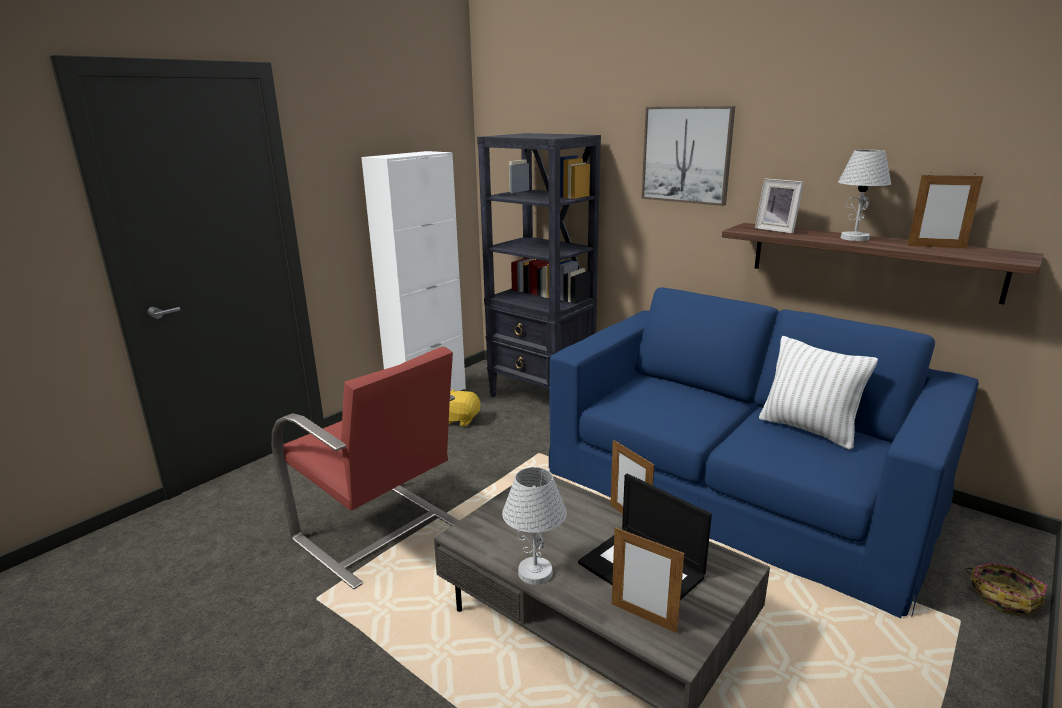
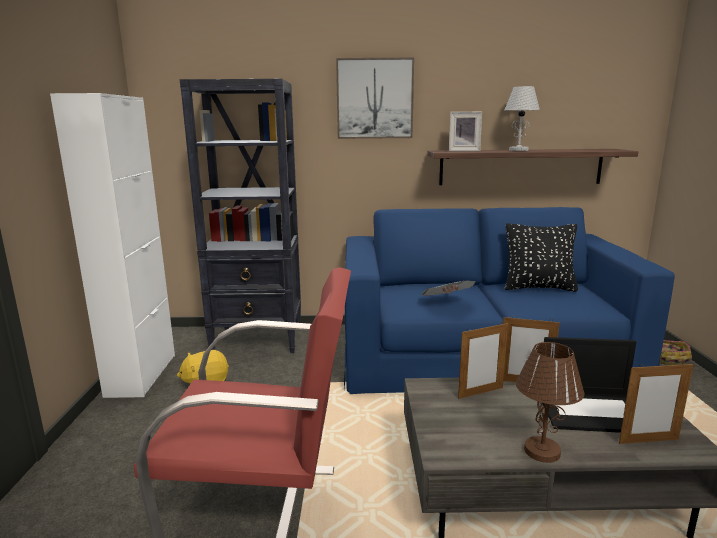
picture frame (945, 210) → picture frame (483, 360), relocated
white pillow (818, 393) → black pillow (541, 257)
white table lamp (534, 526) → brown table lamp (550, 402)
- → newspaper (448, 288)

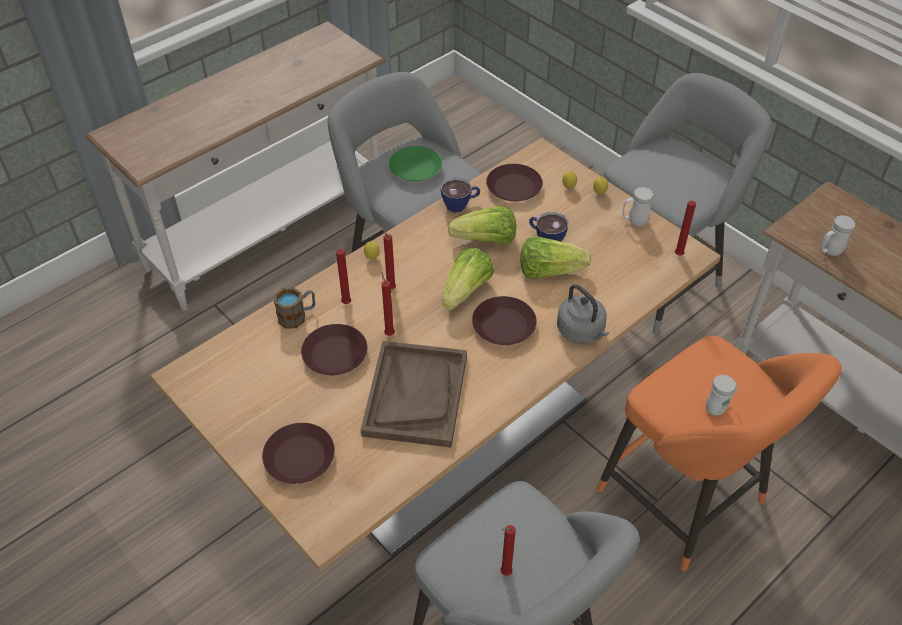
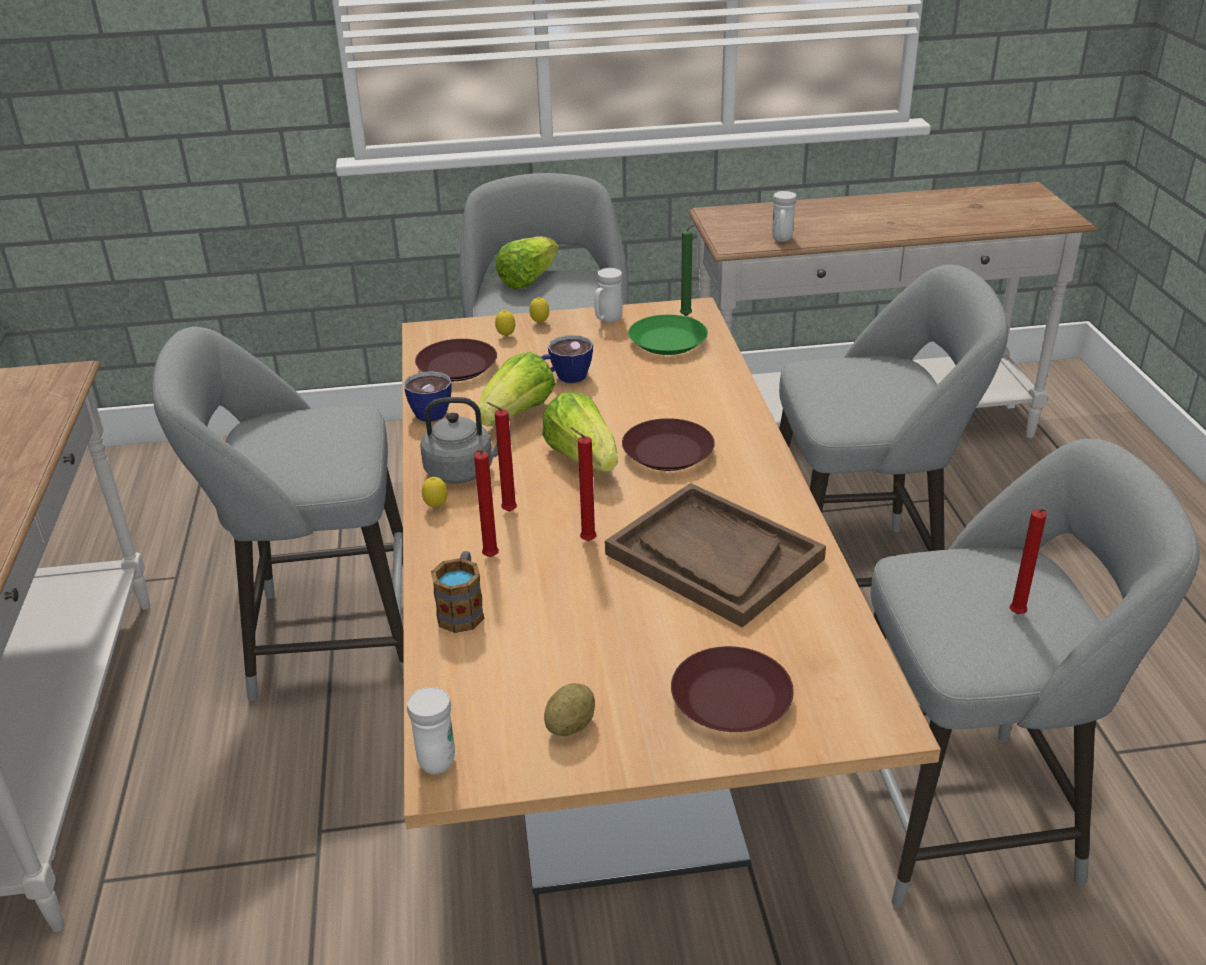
green plate (415, 163) → green plate (668, 335), relocated
red candle (685, 228) → green candle (687, 270)
lettuce (556, 257) → lettuce (527, 262), relocated
grey kettle (583, 314) → grey kettle (465, 440), relocated
brown plate (334, 349) → -
orange stool (719, 453) → grey stool (893, 426)
white mug (721, 395) → white mug (431, 730), relocated
- → potato (569, 709)

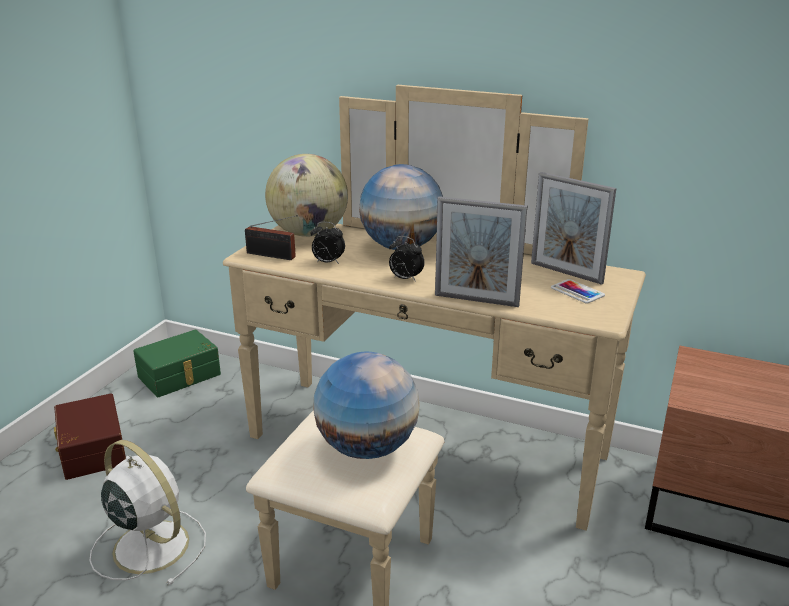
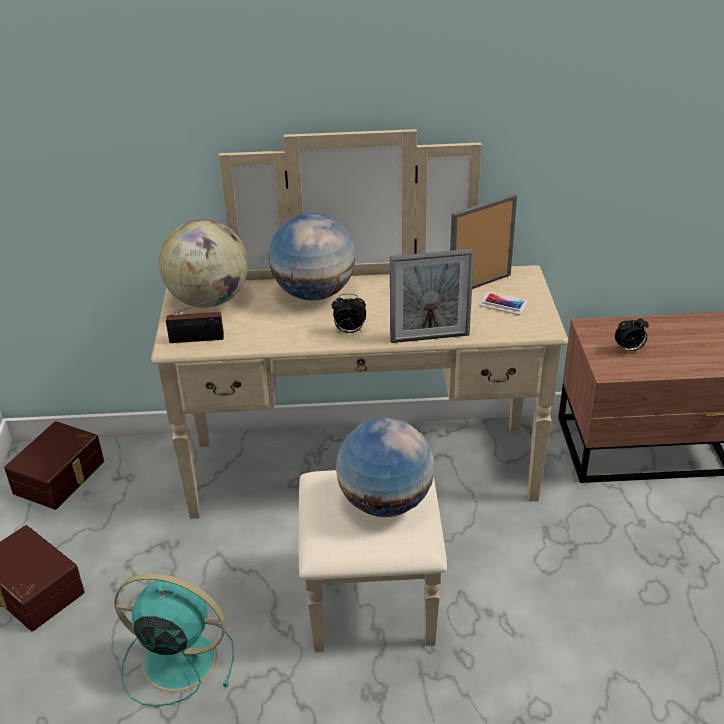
picture frame (573, 228) → picture frame (483, 241), 135 degrees clockwise
alarm clock (327, 242) → alarm clock (632, 334), relocated
green storage box (177, 363) → brown storage box (54, 465)
white fan (147, 512) → turquoise fan (174, 639)

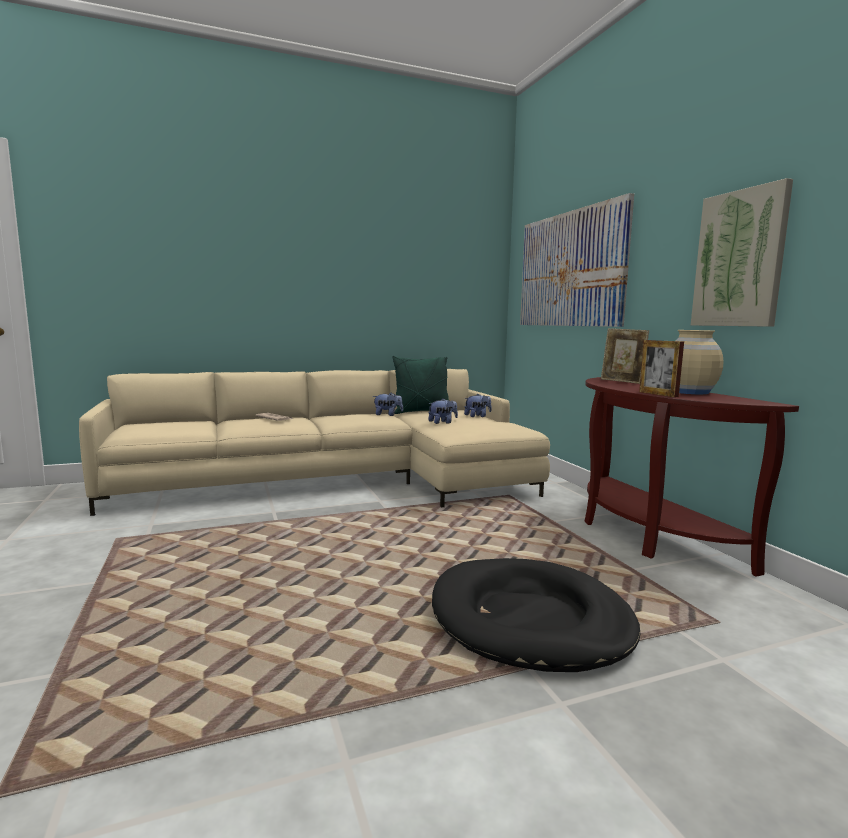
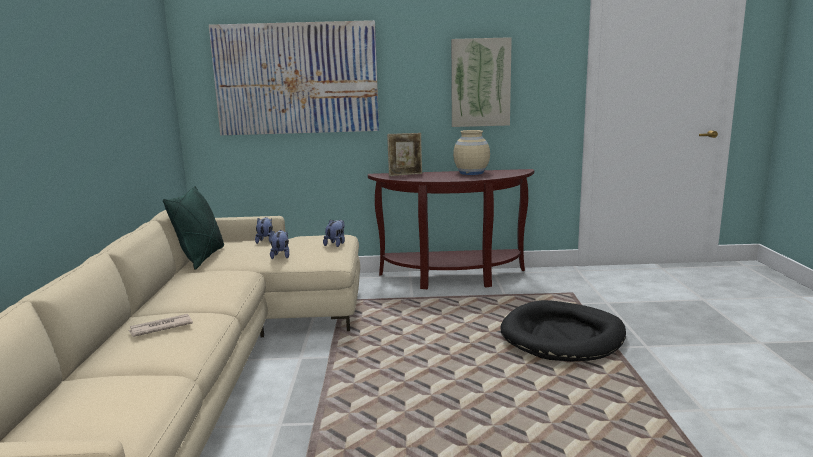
picture frame (661, 368) → -
plush toy (388, 404) → plush toy (334, 233), relocated

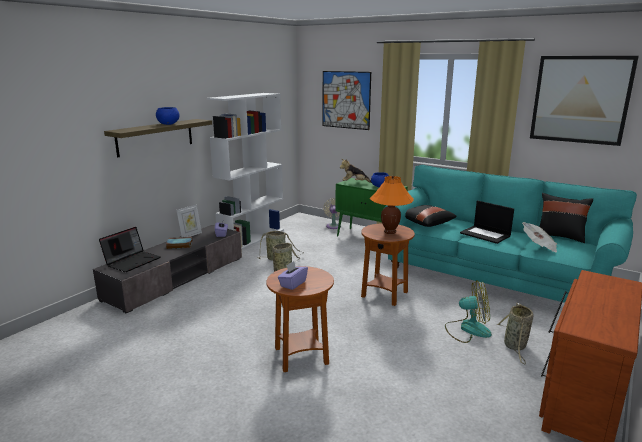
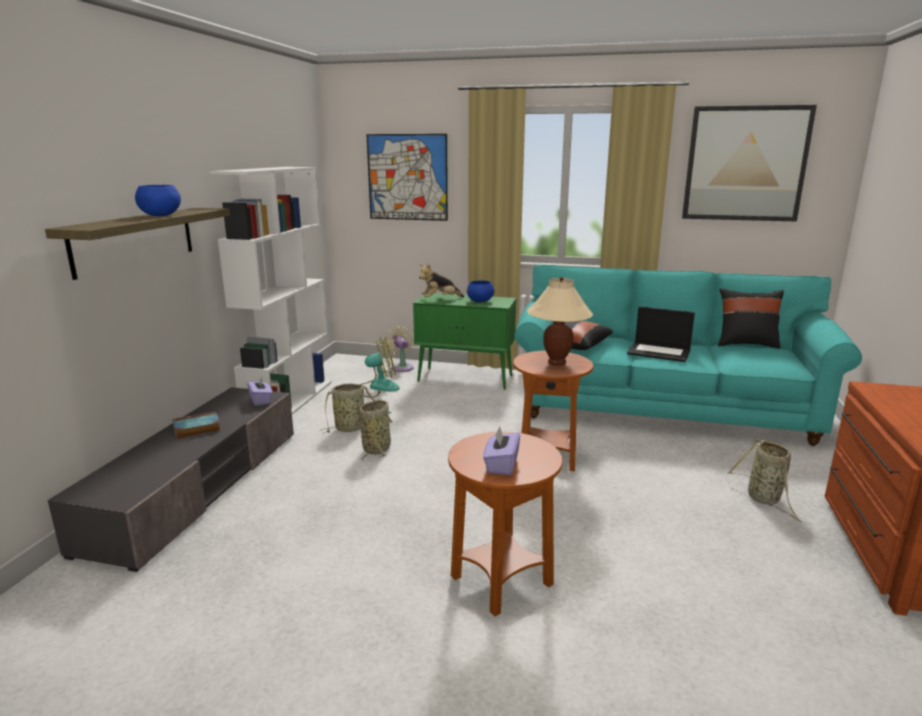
orange table lamp (392, 205) → beige table lamp (560, 321)
picture frame (189, 220) → -
newspaper (540, 237) → -
laptop (130, 249) → -
fan (468, 311) → fan (380, 367), relocated

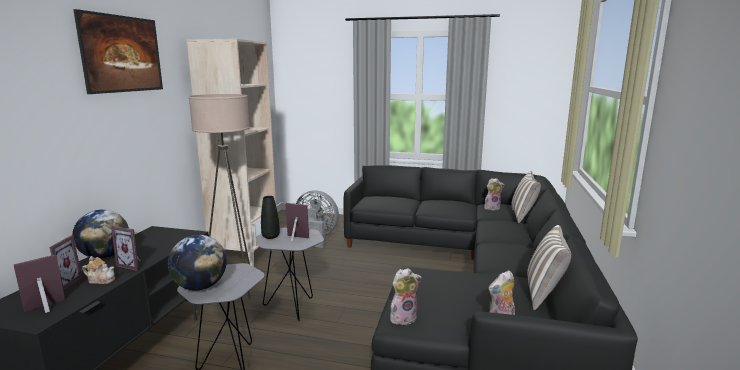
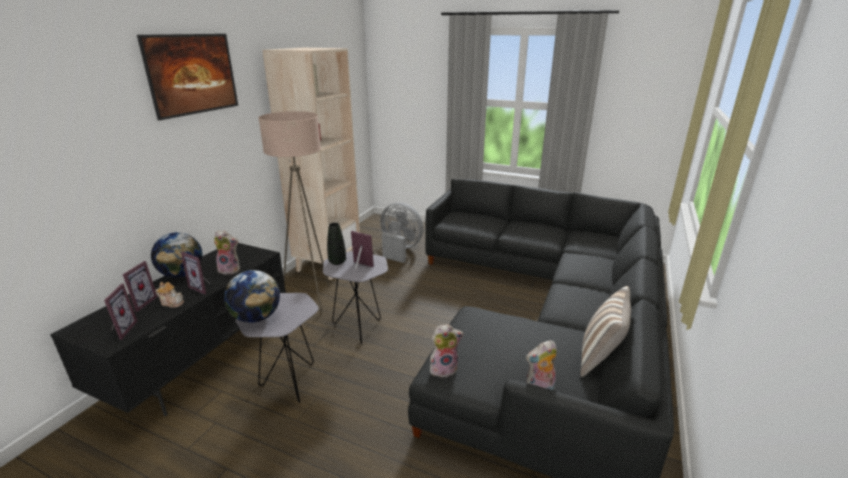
pillow (526, 197) → -
plush toy (494, 194) → plush toy (227, 252), relocated
picture frame (39, 283) → picture frame (121, 312), 120 degrees clockwise

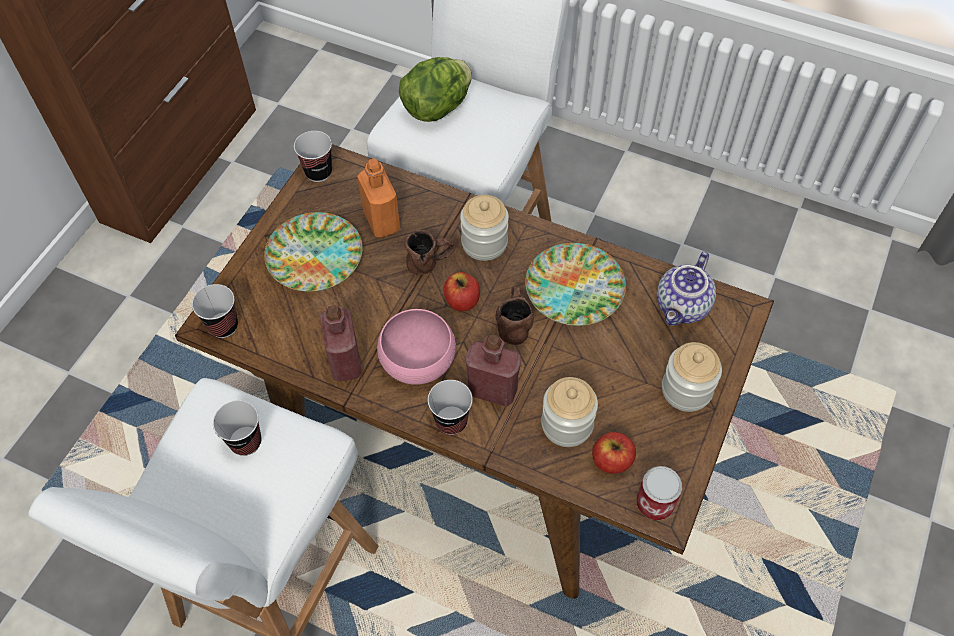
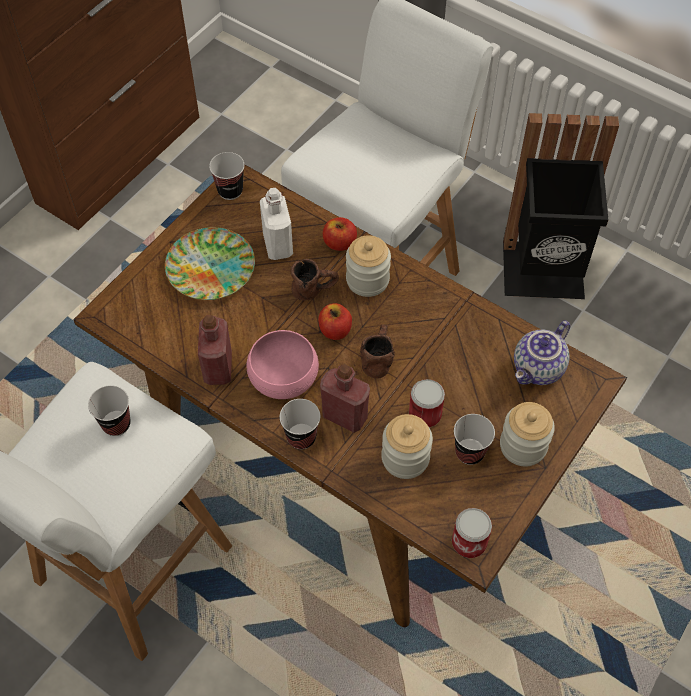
lettuce (435, 89) → -
orange bottle (378, 197) → white bottle (276, 224)
plate (575, 284) → -
cup (215, 311) → cup (474, 439), relocated
apple (614, 453) → apple (340, 234), relocated
- → black trash can (561, 206)
- → can (427, 403)

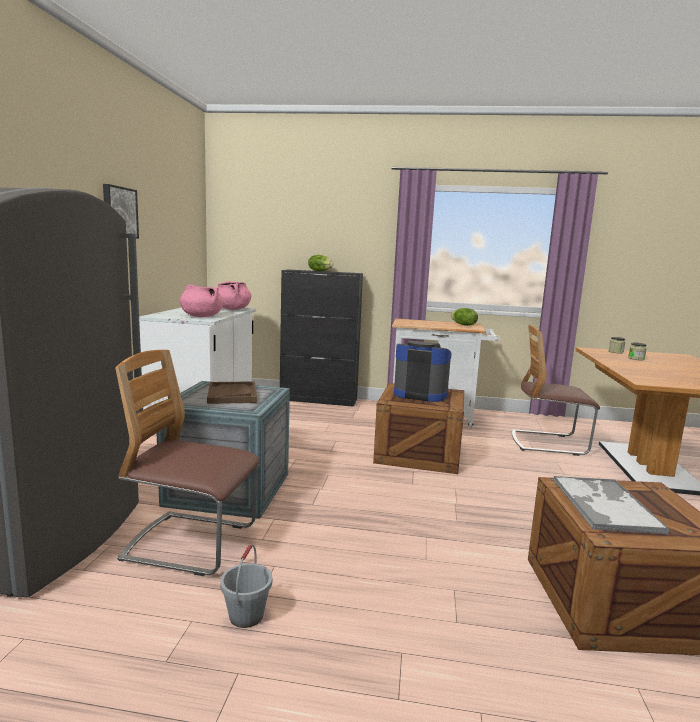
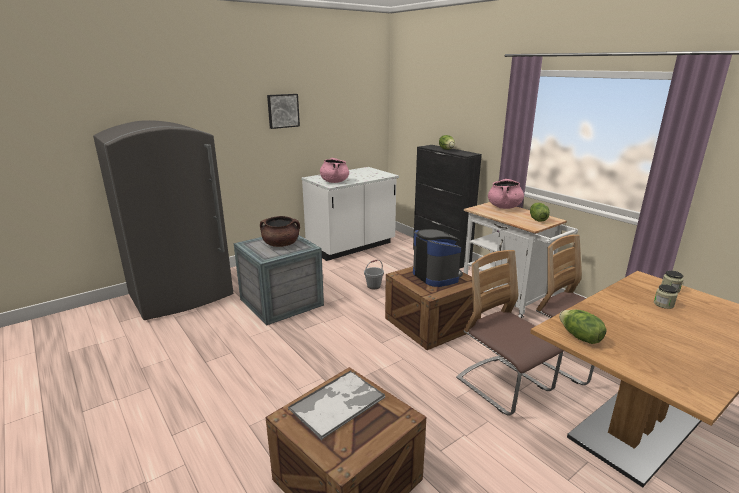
pink cooking pot (234, 295) → pink cooking pot (506, 194), relocated
chair (187, 463) → chair (510, 333), relocated
brown tray (232, 392) → brown cooking pot (280, 231)
grey bucket (246, 586) → grey bucket (374, 274), relocated
- → lettuce (583, 327)

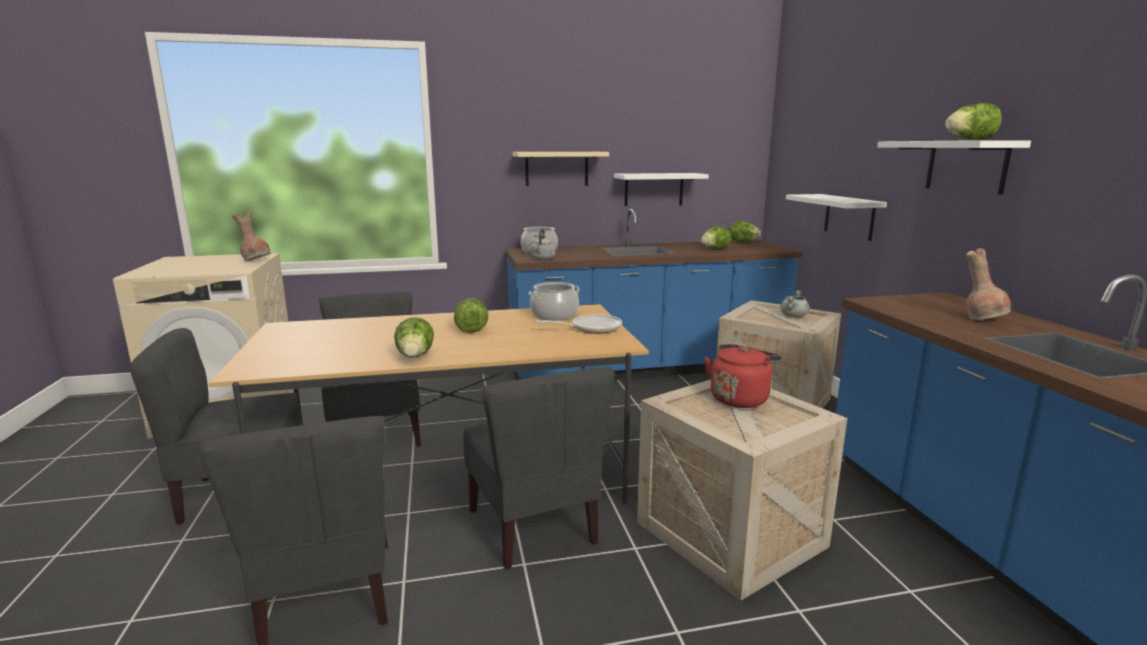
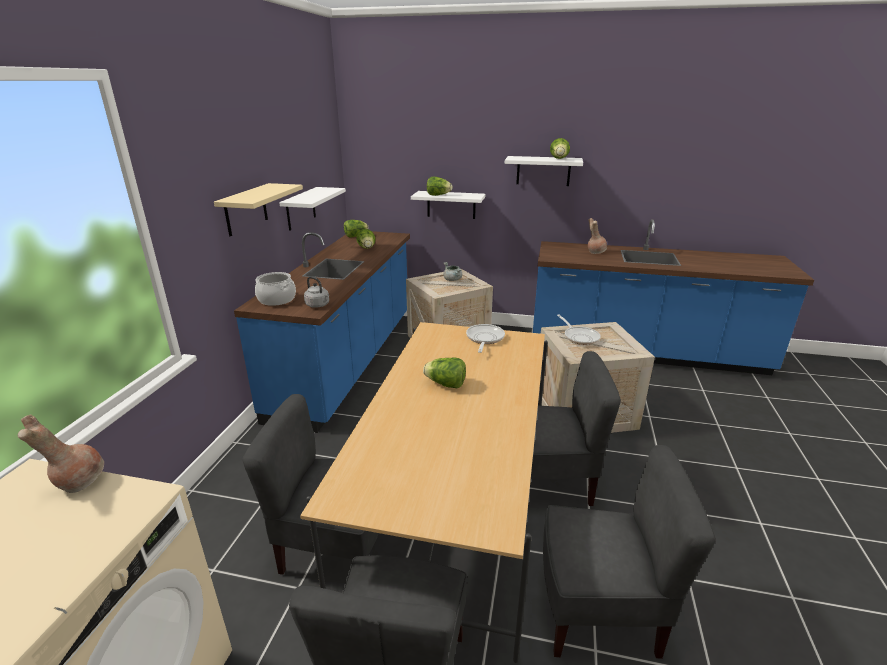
cooking pot (554, 301) → -
lettuce (414, 337) → lettuce (440, 186), relocated
red kettle (743, 376) → frying pan (579, 329)

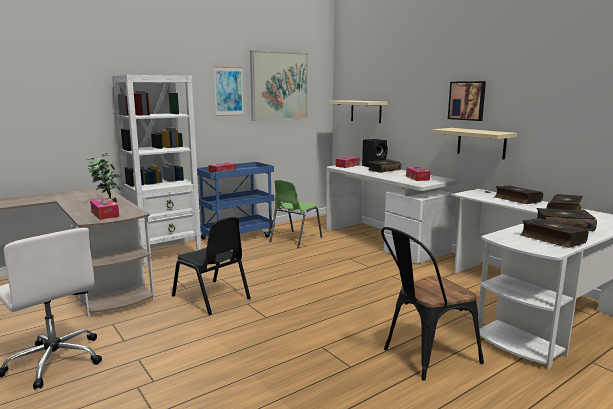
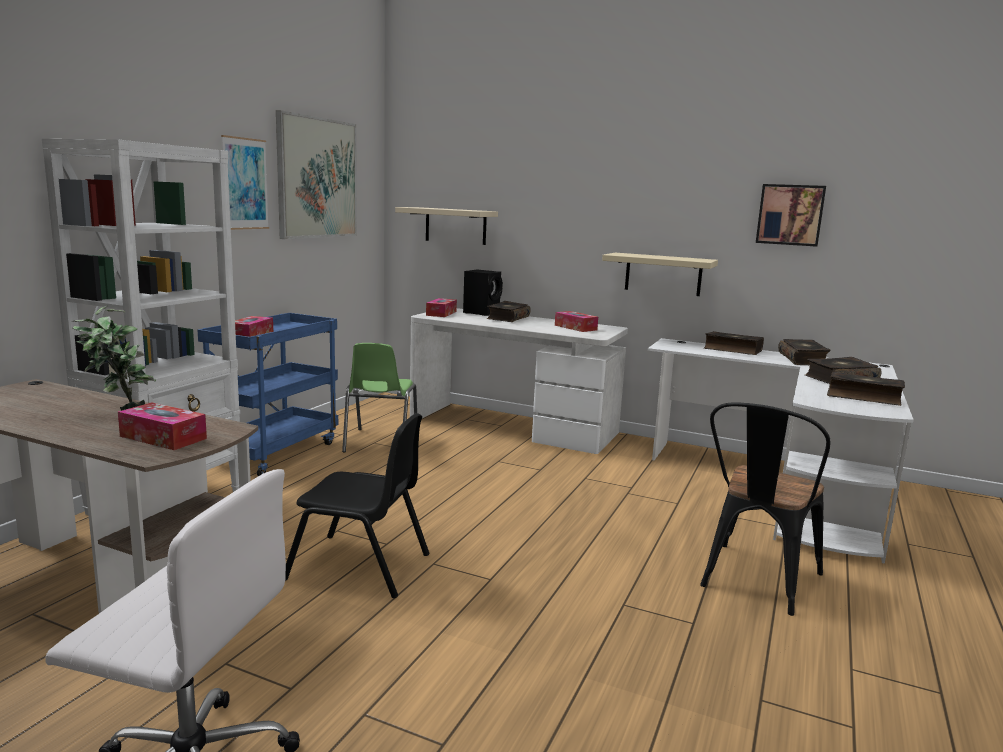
picture (467, 101) → picture (791, 215), relocated

